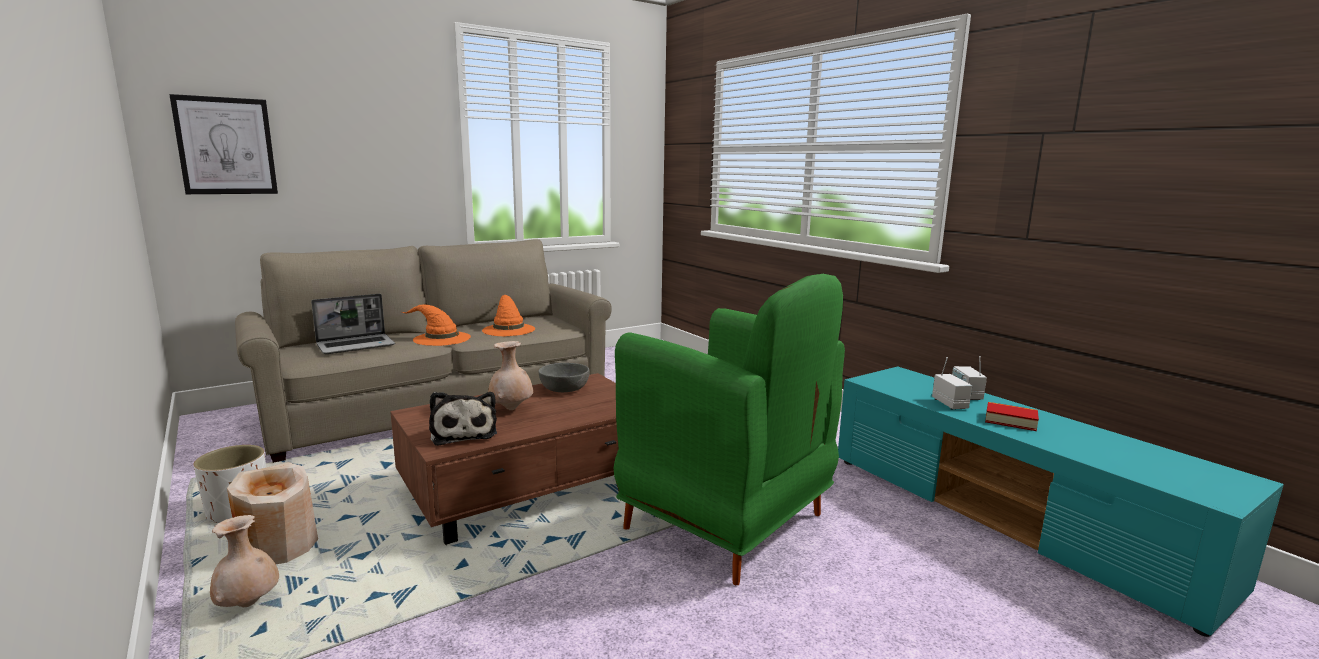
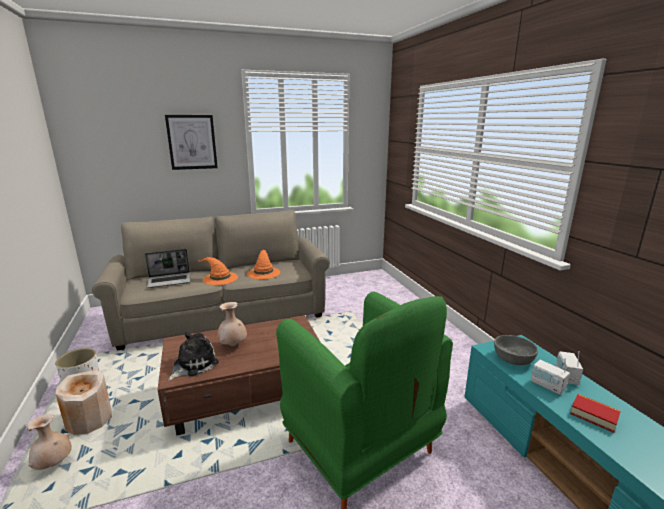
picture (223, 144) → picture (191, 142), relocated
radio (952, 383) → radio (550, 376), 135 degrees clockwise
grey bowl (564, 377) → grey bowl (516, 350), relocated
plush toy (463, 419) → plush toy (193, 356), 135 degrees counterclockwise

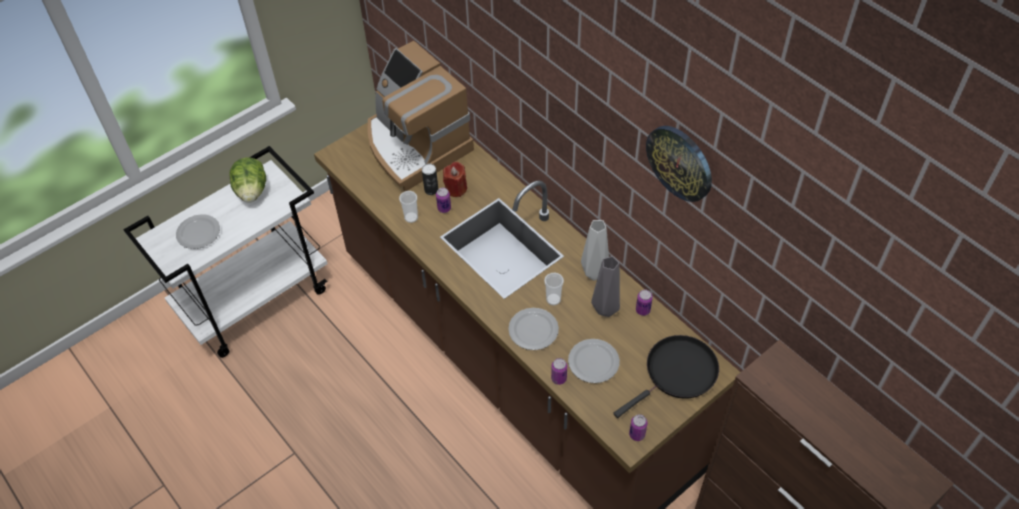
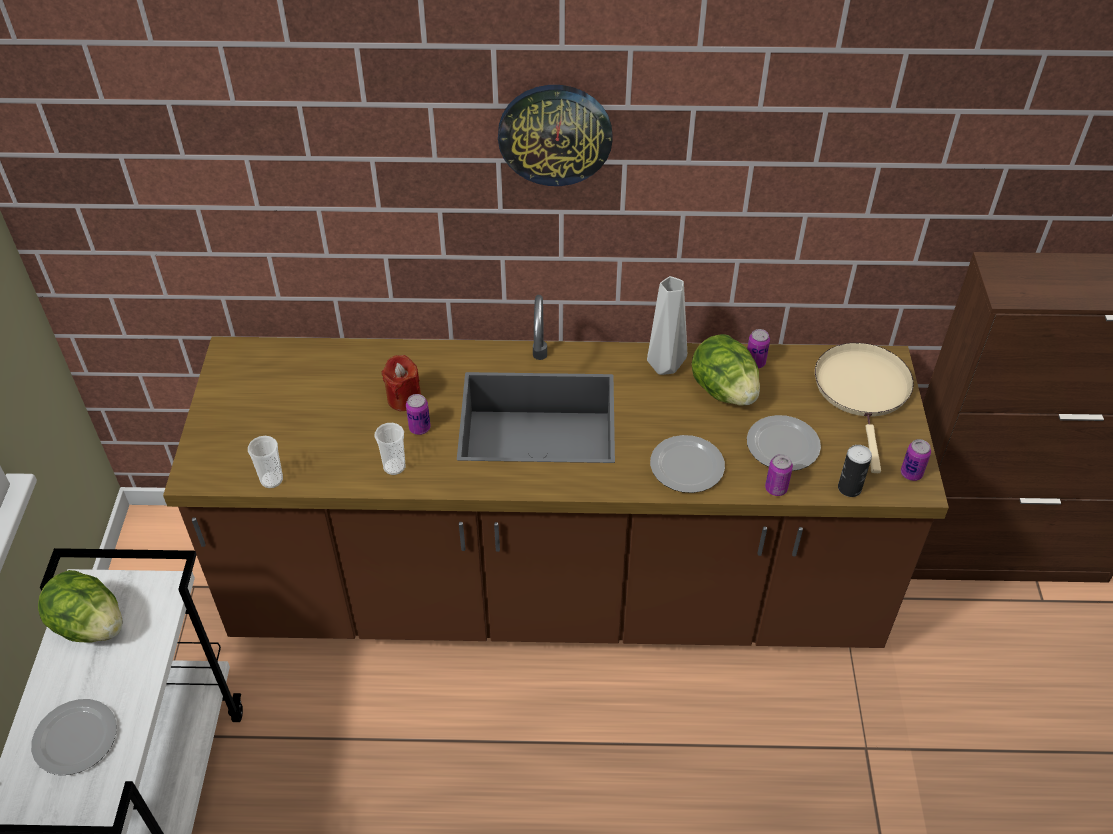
coffee machine (420, 116) → -
wall clock (679, 164) → wall clock (555, 135), relocated
can (430, 179) → can (855, 471), relocated
grey vase (605, 286) → lettuce (726, 370)
cup (554, 289) → cup (265, 462), relocated
black frying pan (666, 376) → beige frying pan (864, 408)

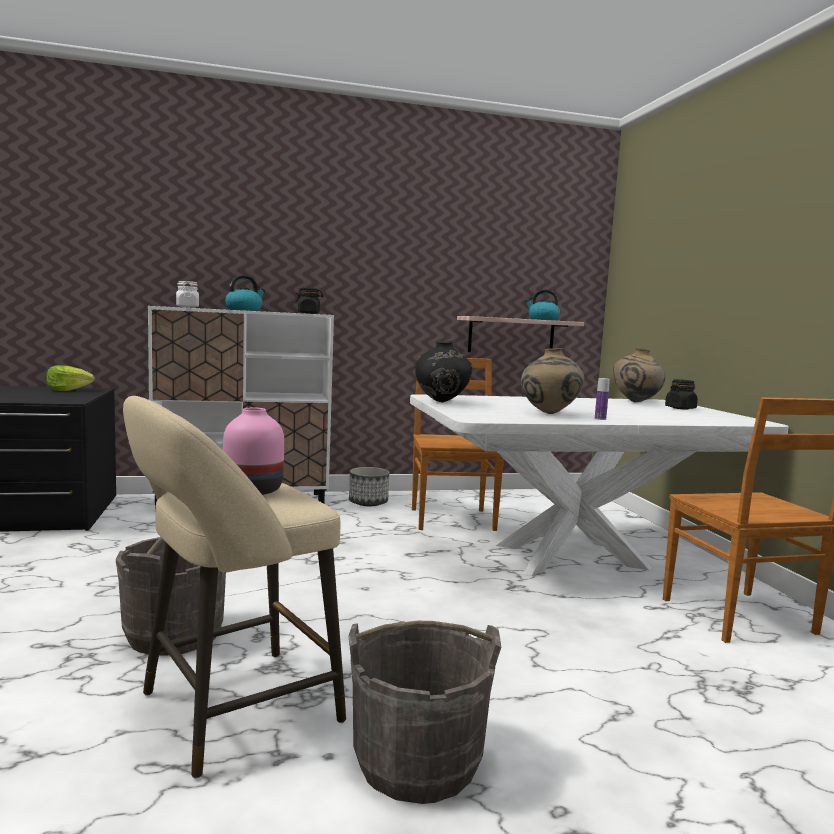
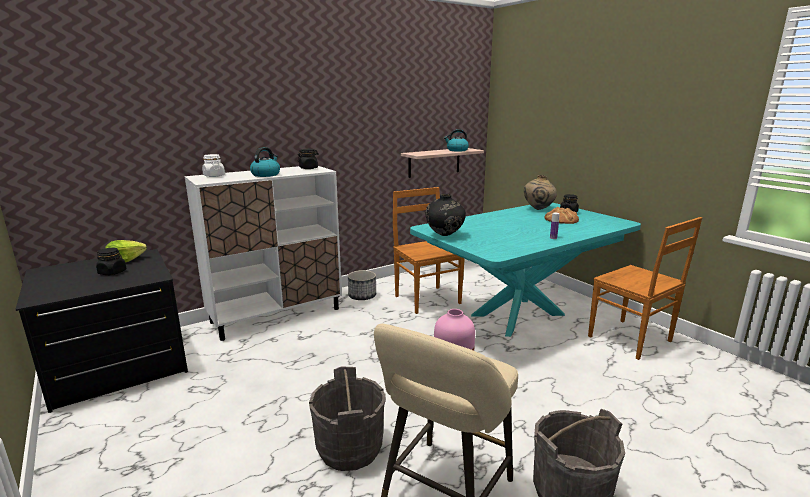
beige vase (552, 381) → -
white dining table (599, 485) → turquoise dining table (525, 270)
- → bread (561, 215)
- → black jar (111, 261)

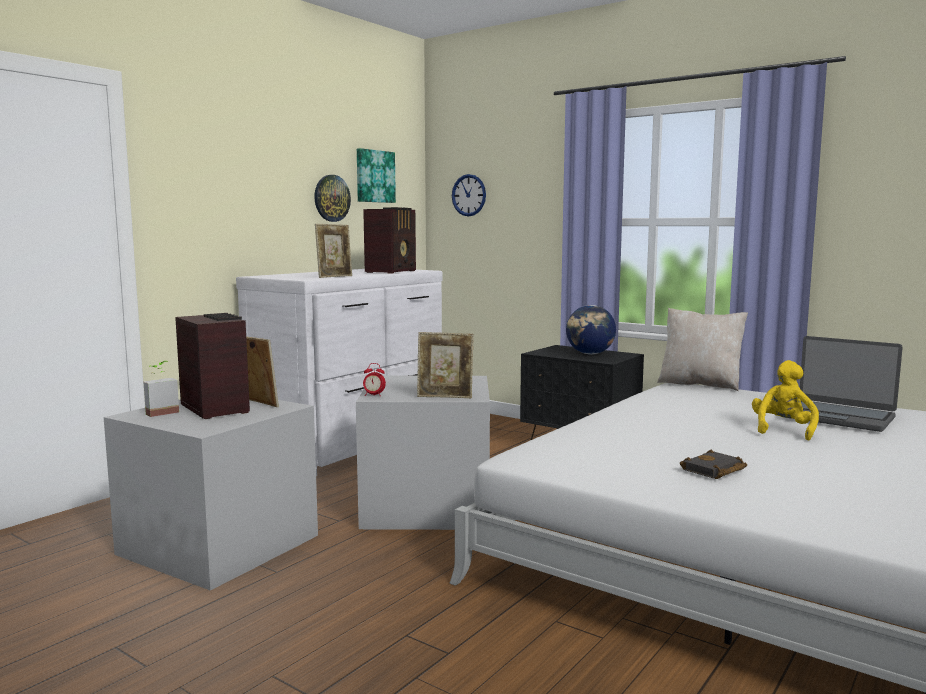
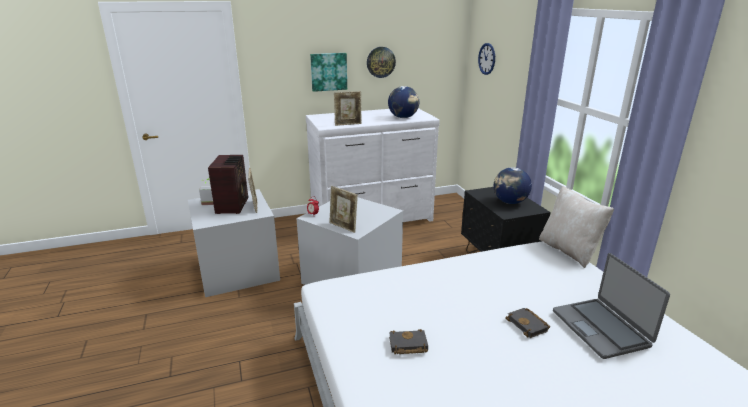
picture (376, 175) → picture (328, 72), relocated
radio (389, 240) → globe (403, 102)
yellow plush toy (785, 400) → black book (527, 323)

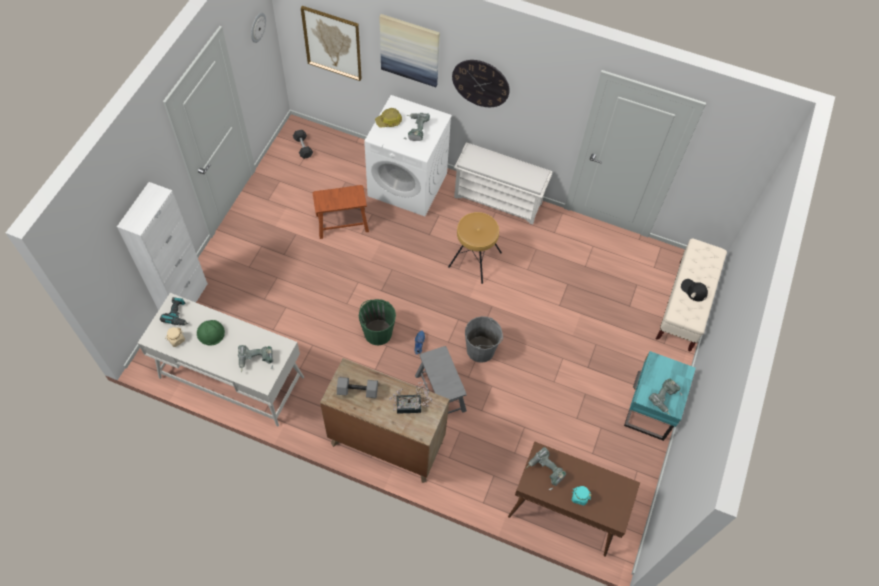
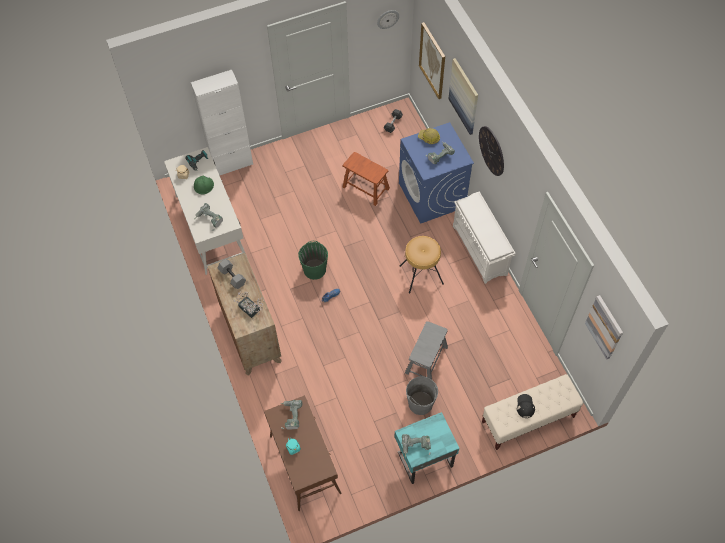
white washing machine (408, 155) → blue washing machine (436, 173)
grey bucket (484, 339) → grey bucket (422, 395), relocated
grey stool (441, 380) → grey stool (426, 350), relocated
- → picture (604, 327)

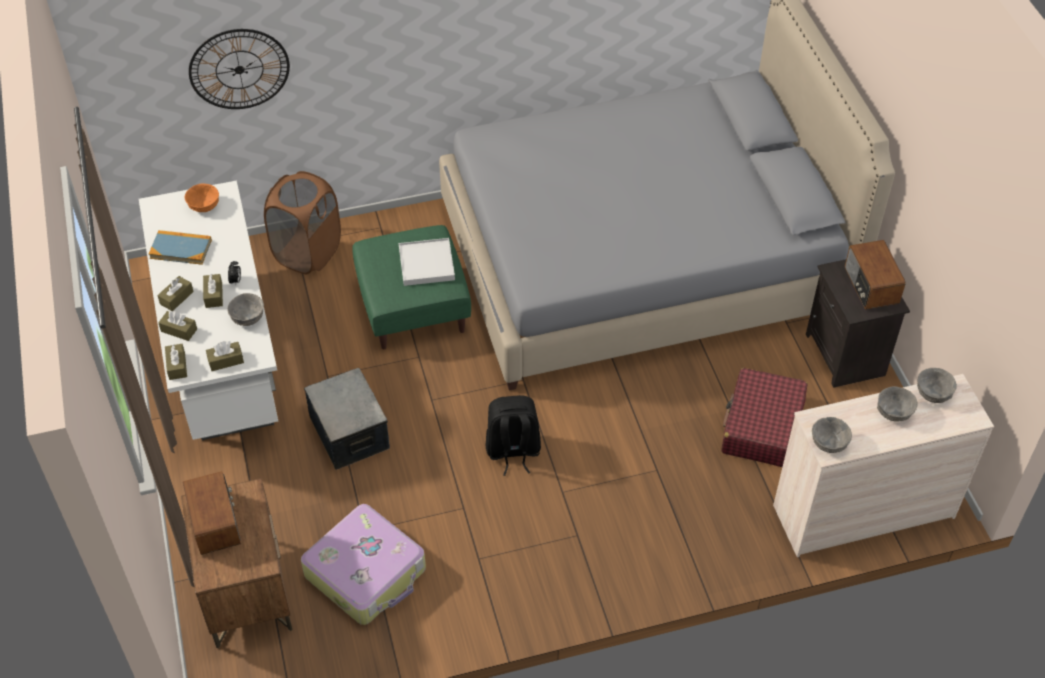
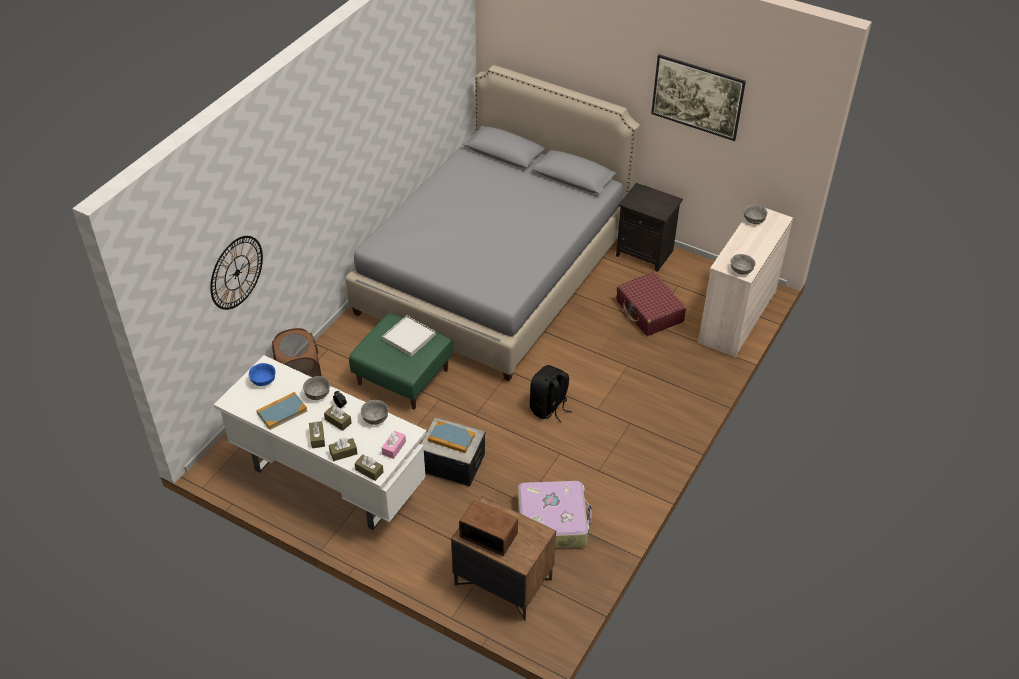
orange bowl (201, 197) → blue bowl (262, 374)
radio (875, 274) → -
brown tissue box (225, 356) → pink tissue box (394, 445)
grey bowl (897, 403) → grey bowl (316, 388), relocated
- → picture (698, 97)
- → book (451, 437)

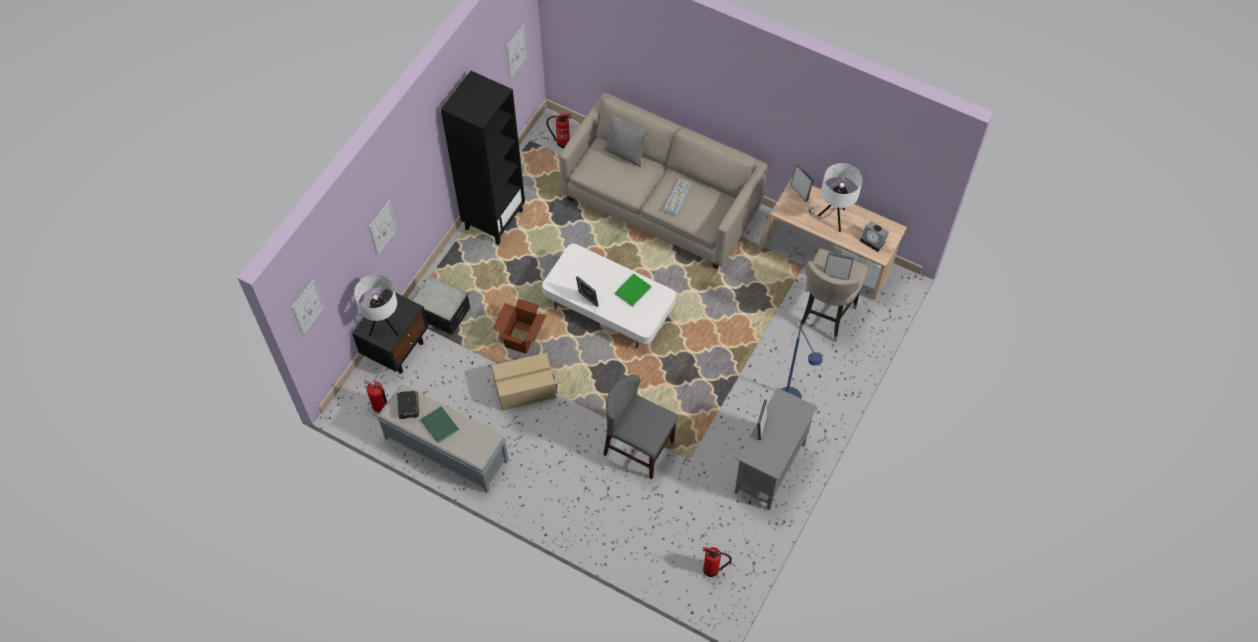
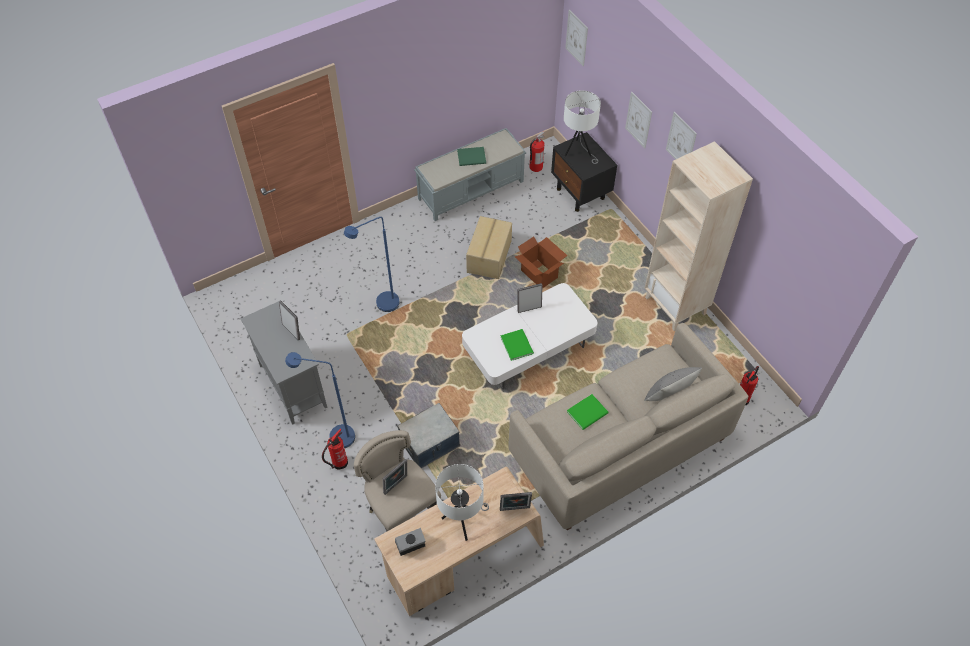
picture (517, 51) → picture (681, 136), relocated
black bookcase (483, 158) → beige bookcase (698, 236)
keyboard (677, 197) → green book (588, 412)
storage box (441, 305) → storage box (428, 435), relocated
grey chair (640, 427) → blue floor lamp (371, 264)
black book (408, 405) → -
fire extinguisher (717, 562) → fire extinguisher (335, 449), relocated

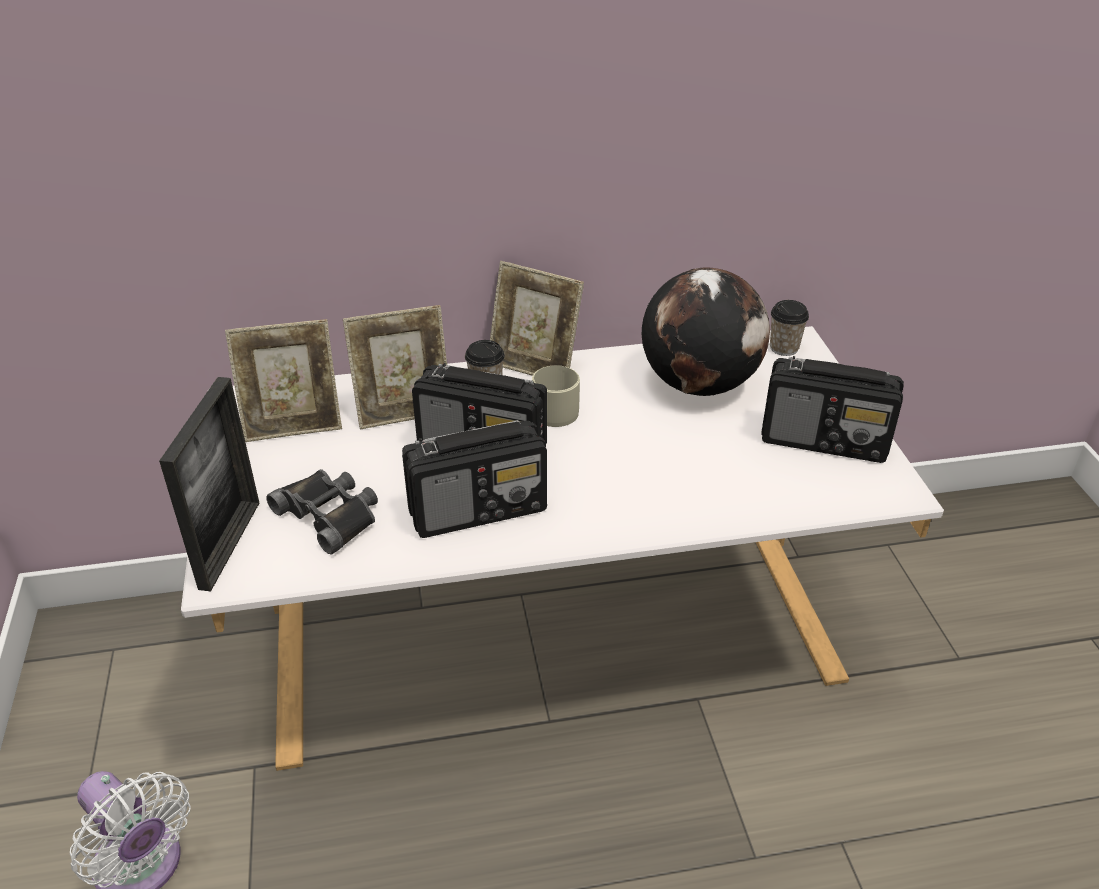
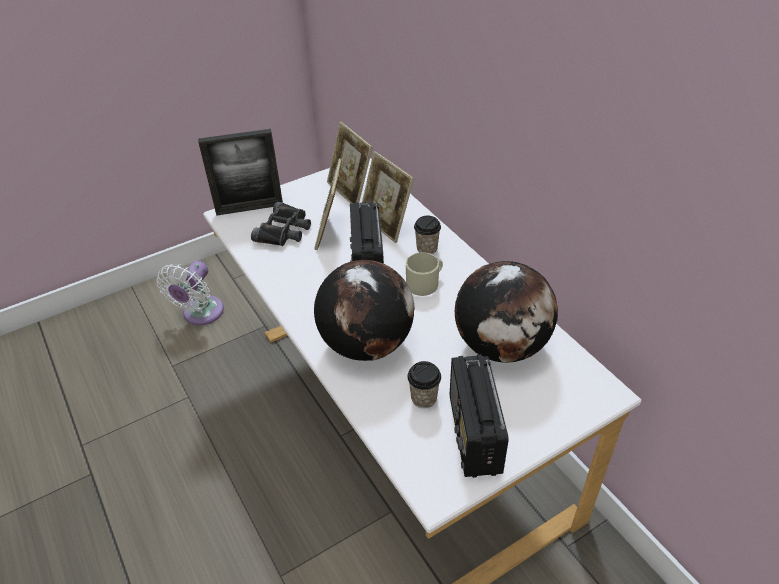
picture frame (537, 318) → picture frame (328, 204), relocated
cup (789, 328) → cup (424, 384), relocated
radio (474, 479) → -
- → globe (364, 310)

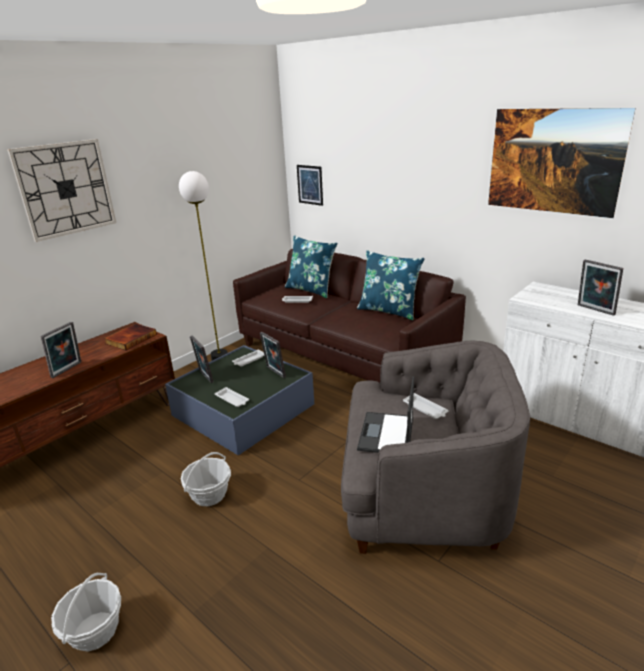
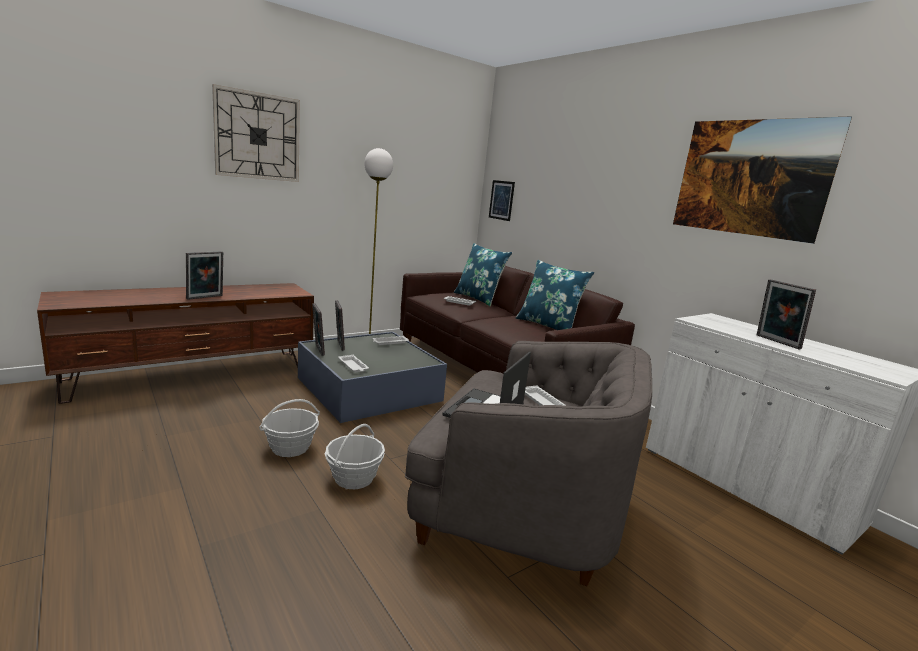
book (130, 337) → -
picture frame (273, 355) → picture frame (318, 329), relocated
basket (86, 612) → basket (355, 456), relocated

